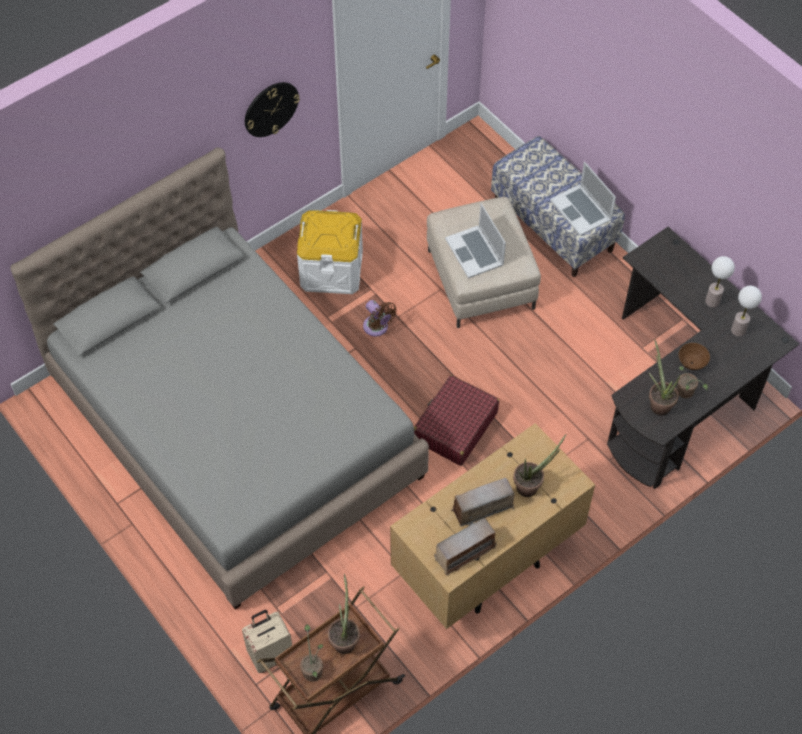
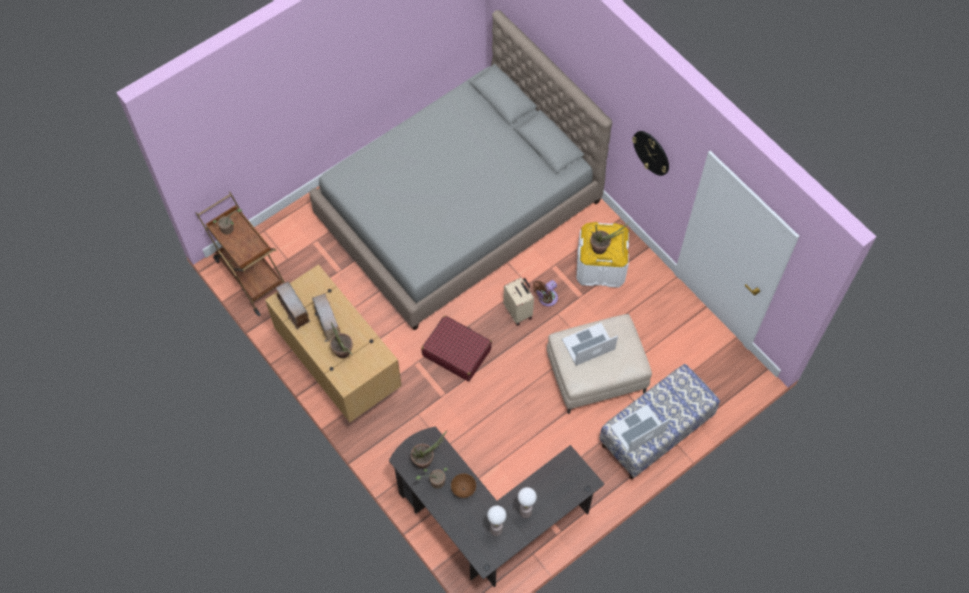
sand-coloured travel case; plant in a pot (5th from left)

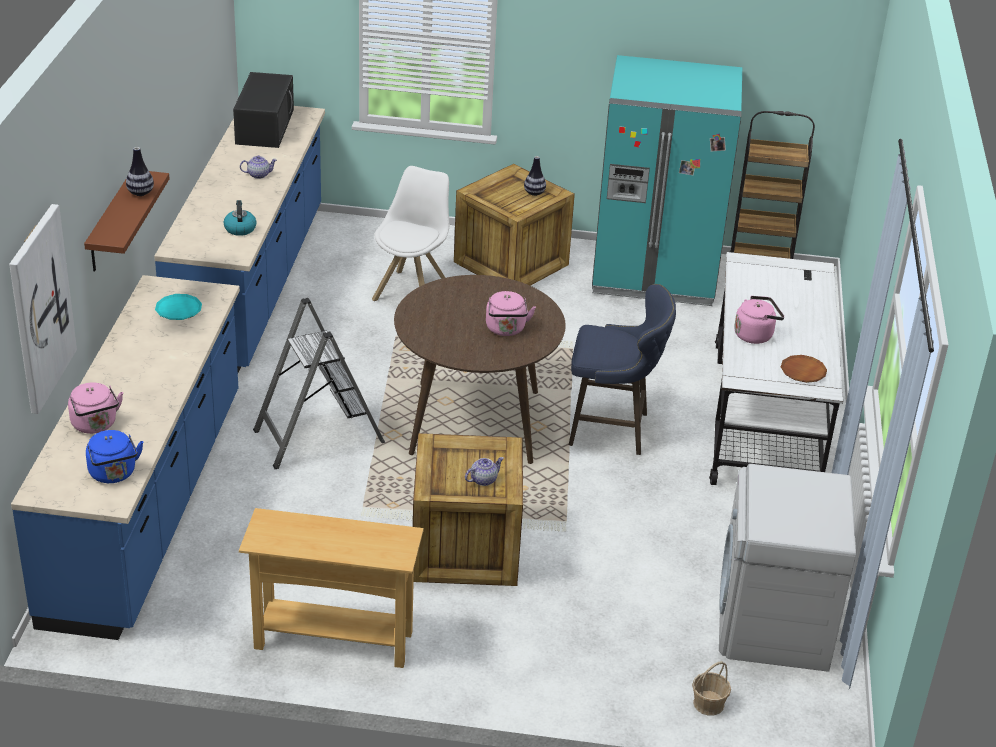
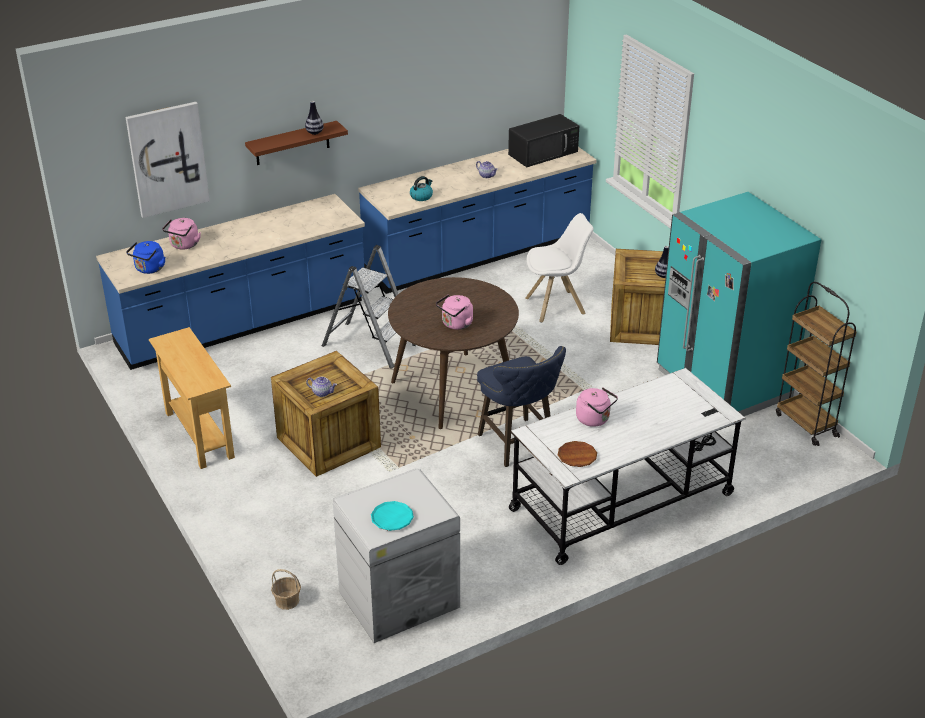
turquoise-coloured dinner plate

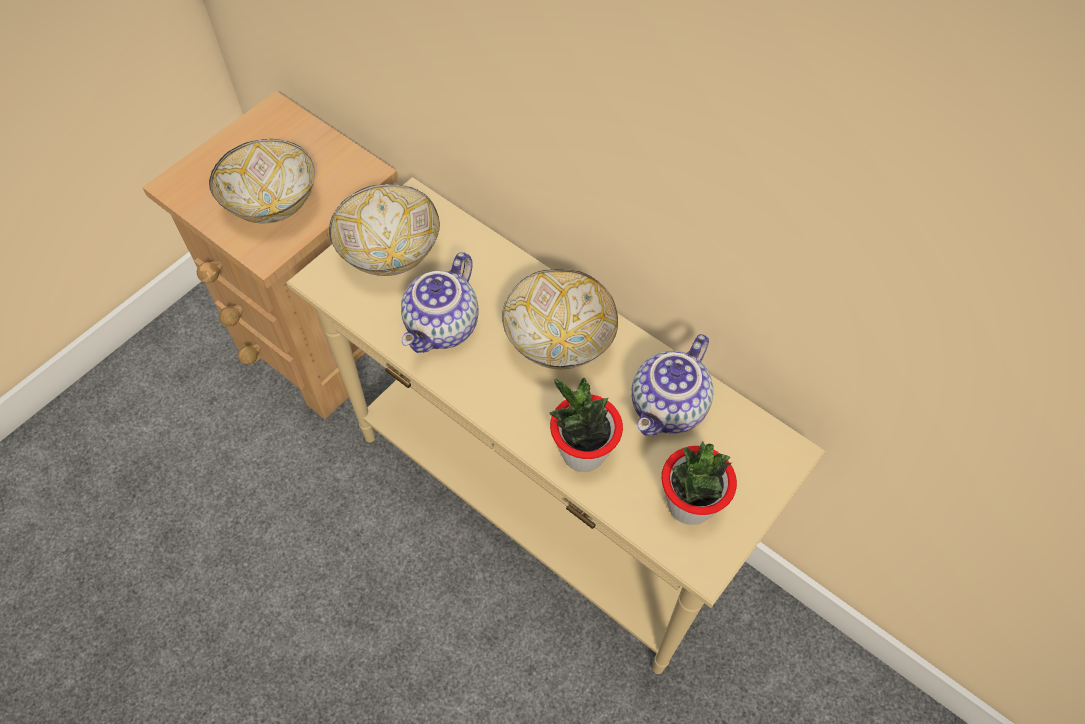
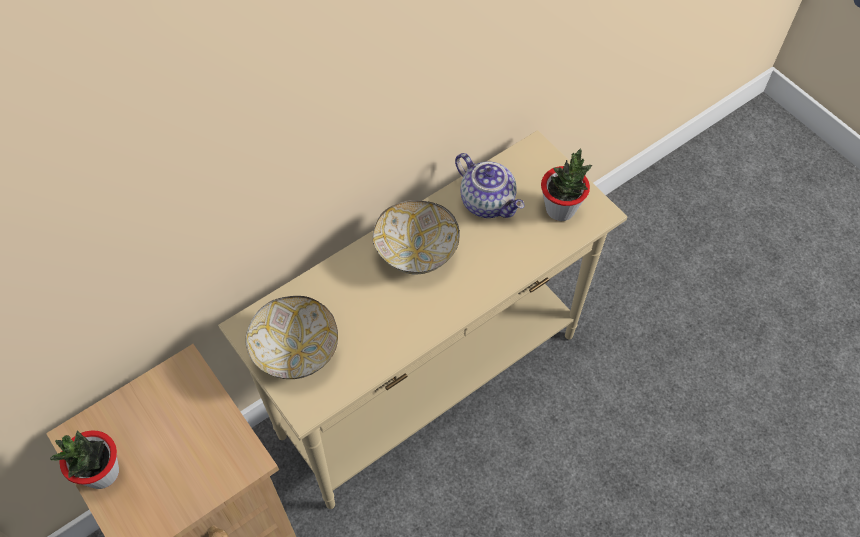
serving bowl (1st from left in the first image); tea pot (1st from left in the first image); plant in a pot (1st from left)

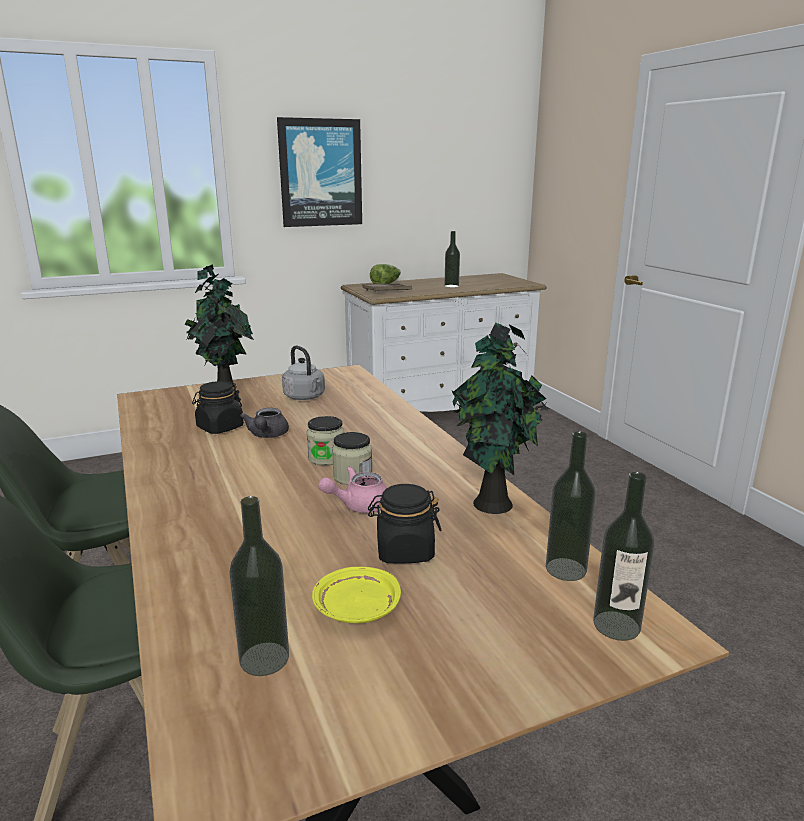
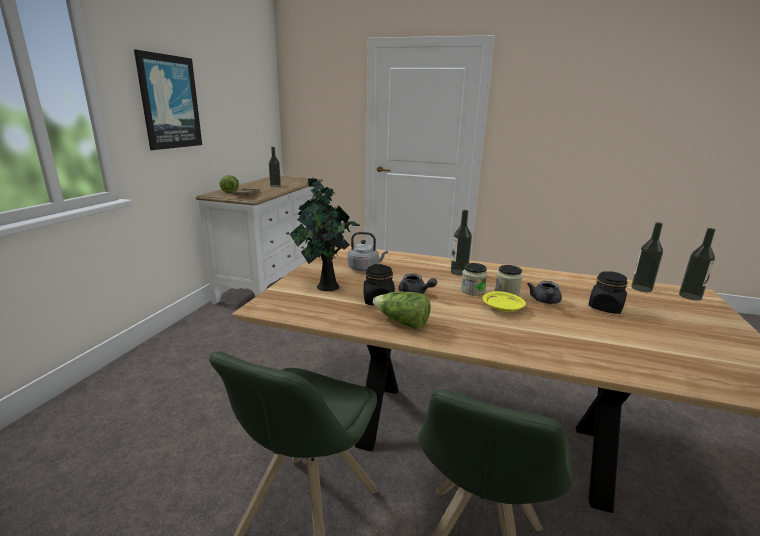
bottle (2nd from left); yellow dinner plate; gray tea pot (2nd from left); plant in a pot (2nd from left in the first image); head of lettuce (2nd from left)

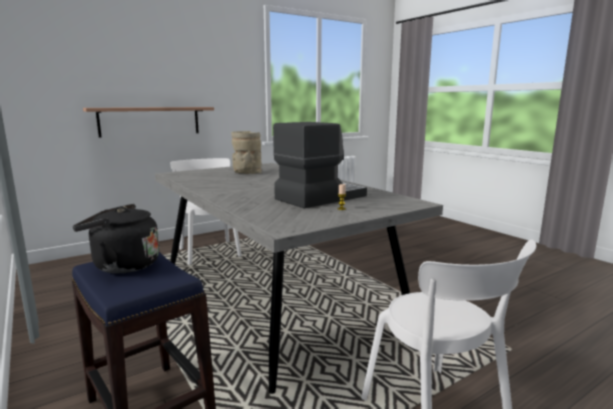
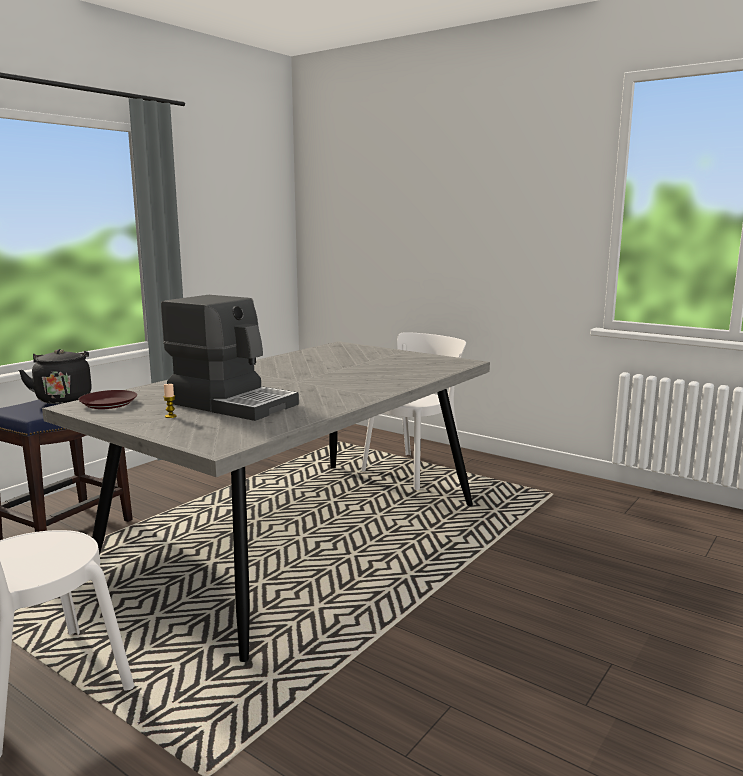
shelf; sand-coloured vase; brown-coloured dinner plate

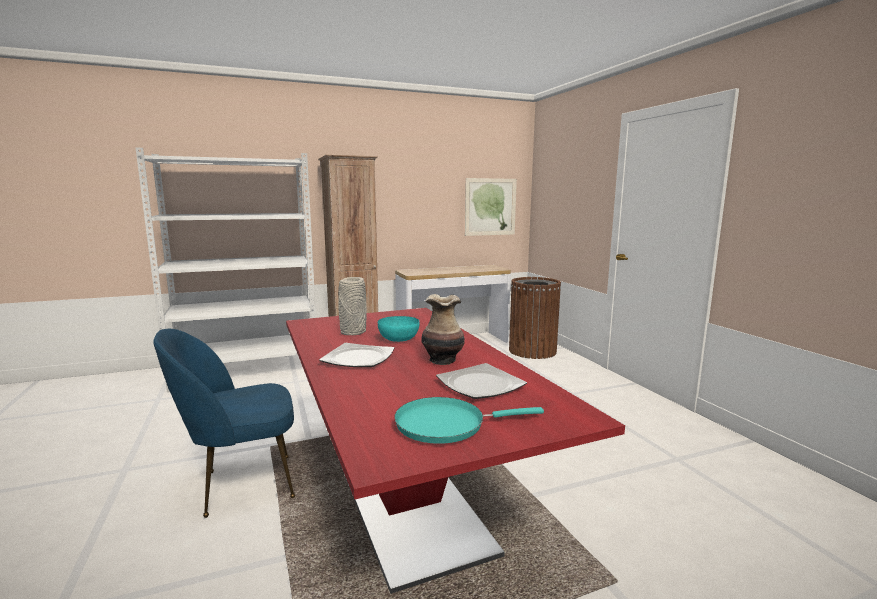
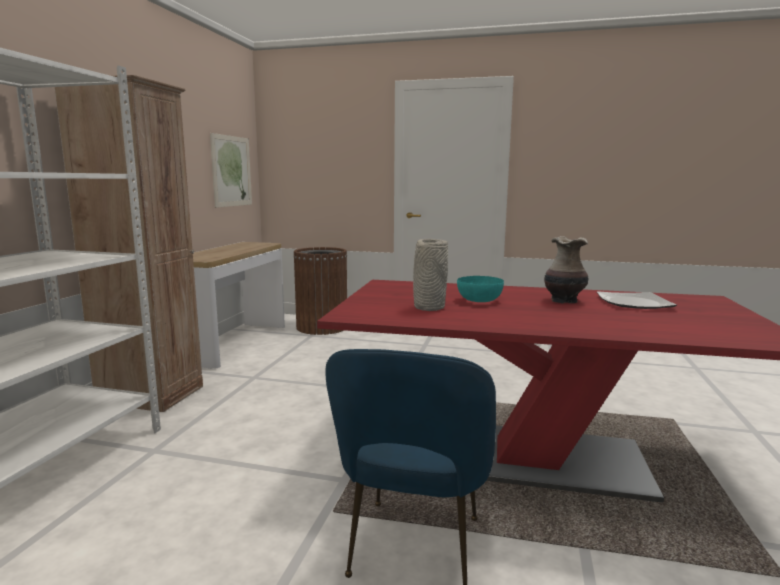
dinner plate (1st from left in the first image); turquoise-coloured skillet

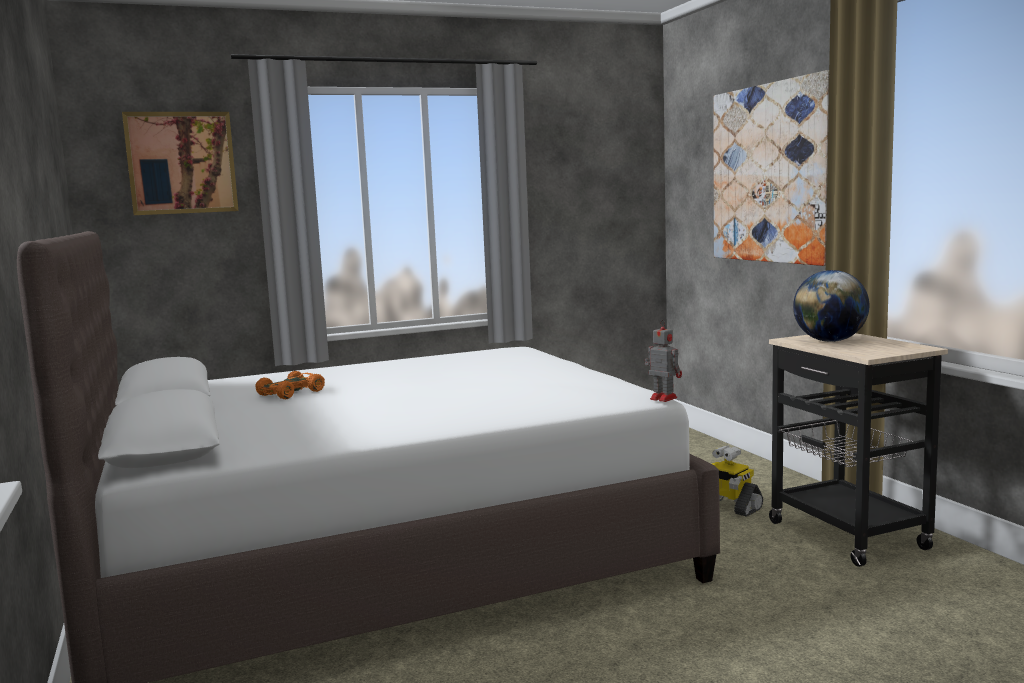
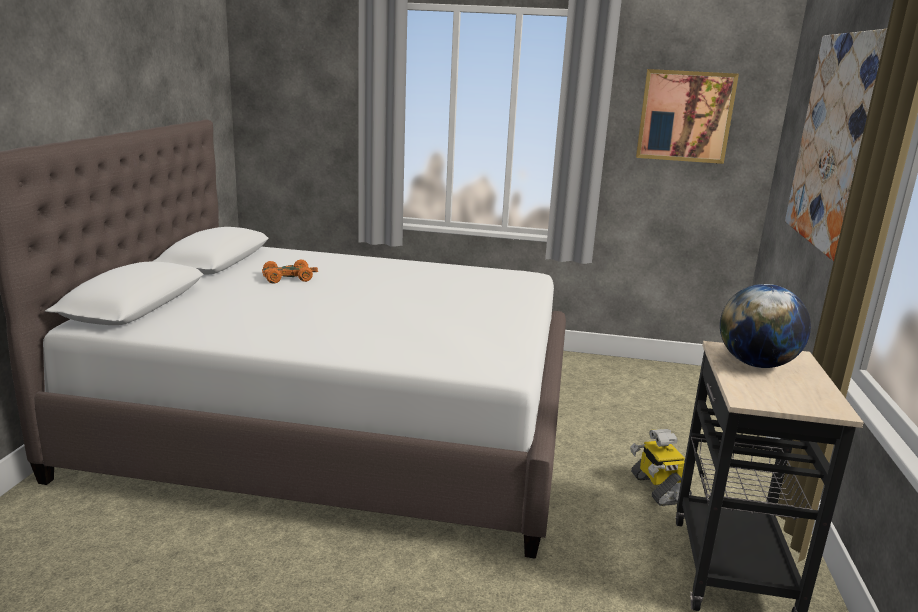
picture (1st from left); model robot (1st from left in the first image)

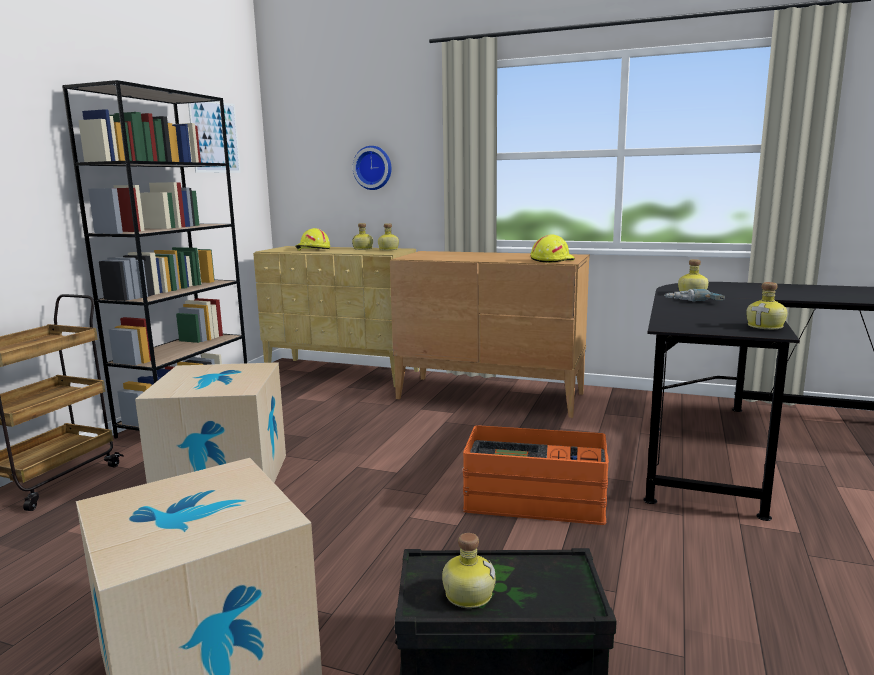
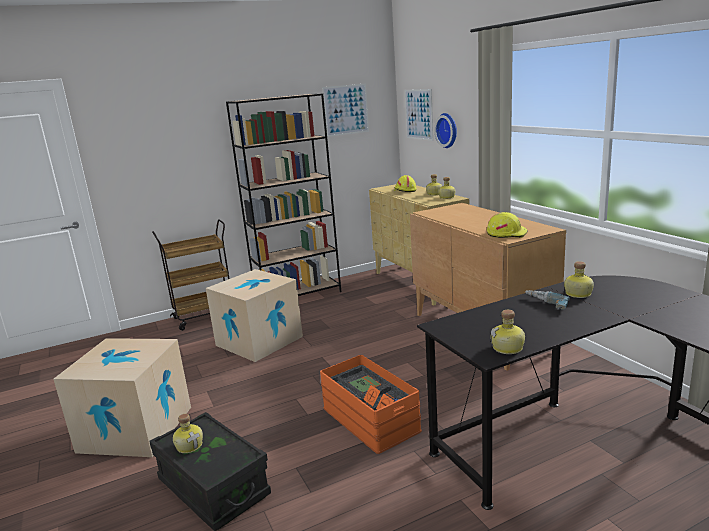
picture (2nd from left)

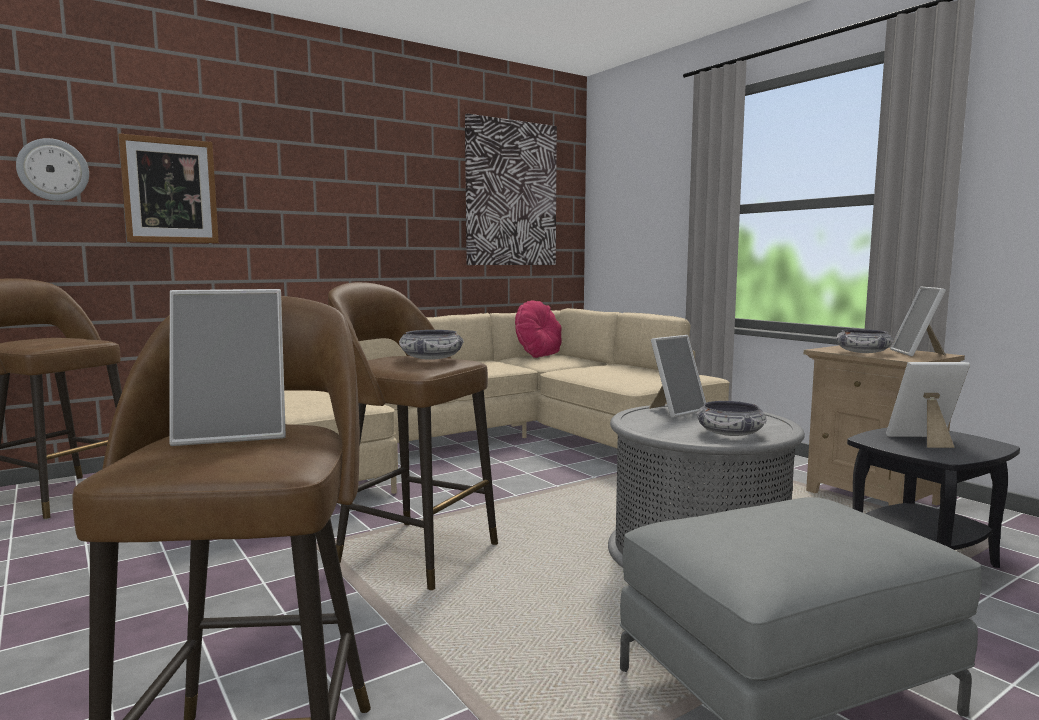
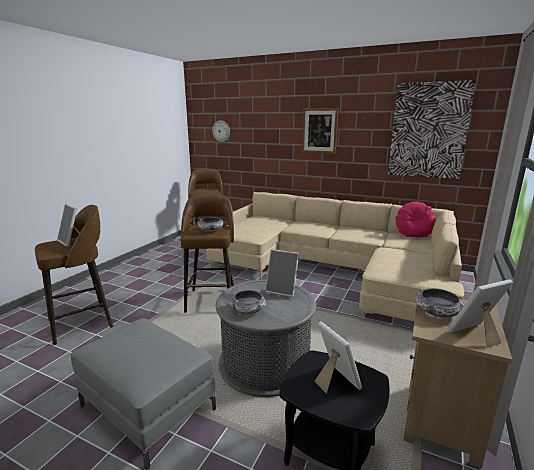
picture (1st from left)

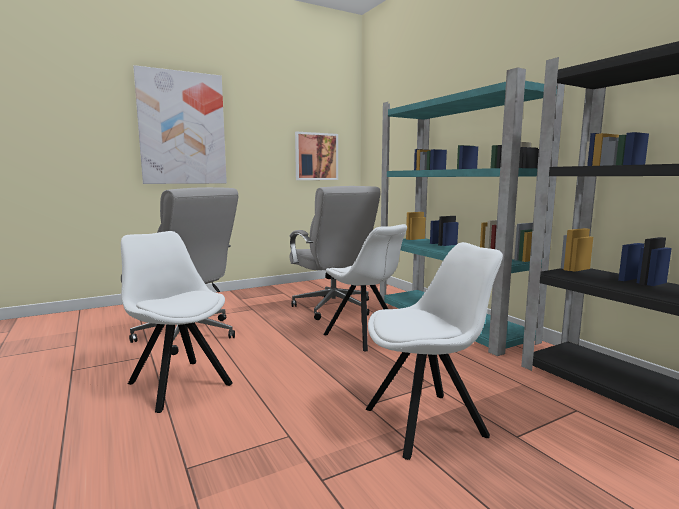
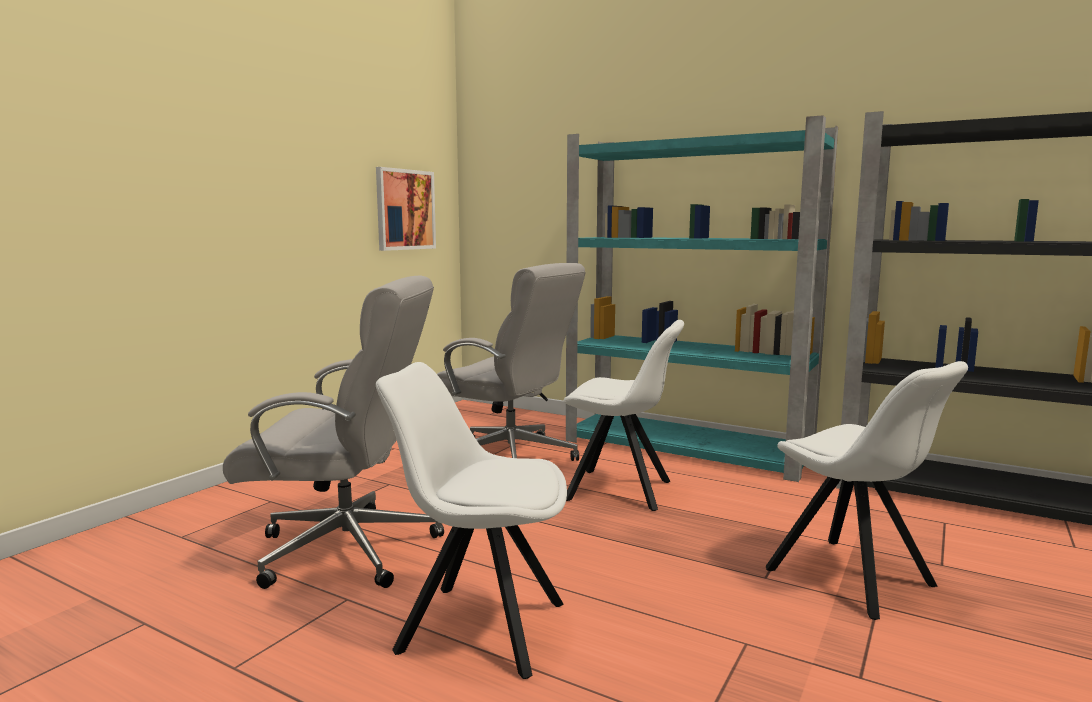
picture (1st from left in the first image); white-coloured upright chair (3rd from left)

